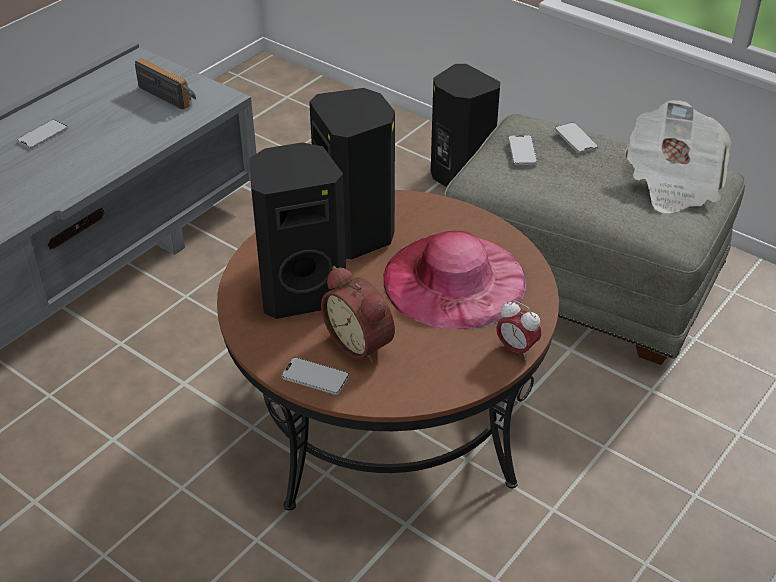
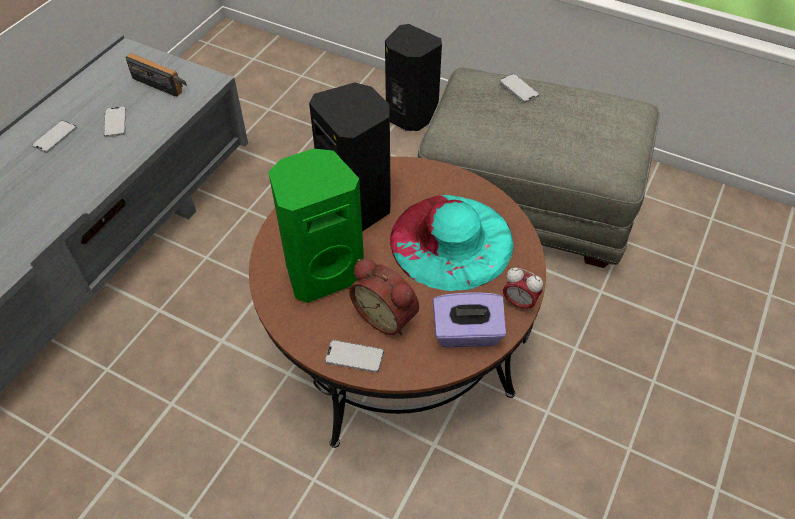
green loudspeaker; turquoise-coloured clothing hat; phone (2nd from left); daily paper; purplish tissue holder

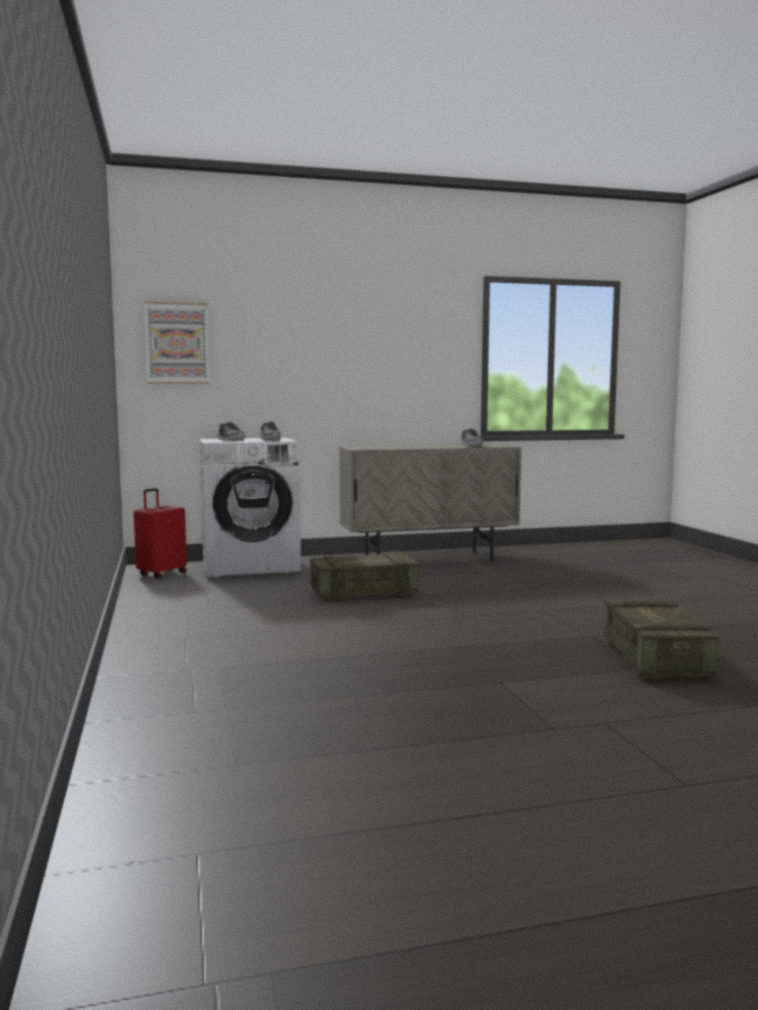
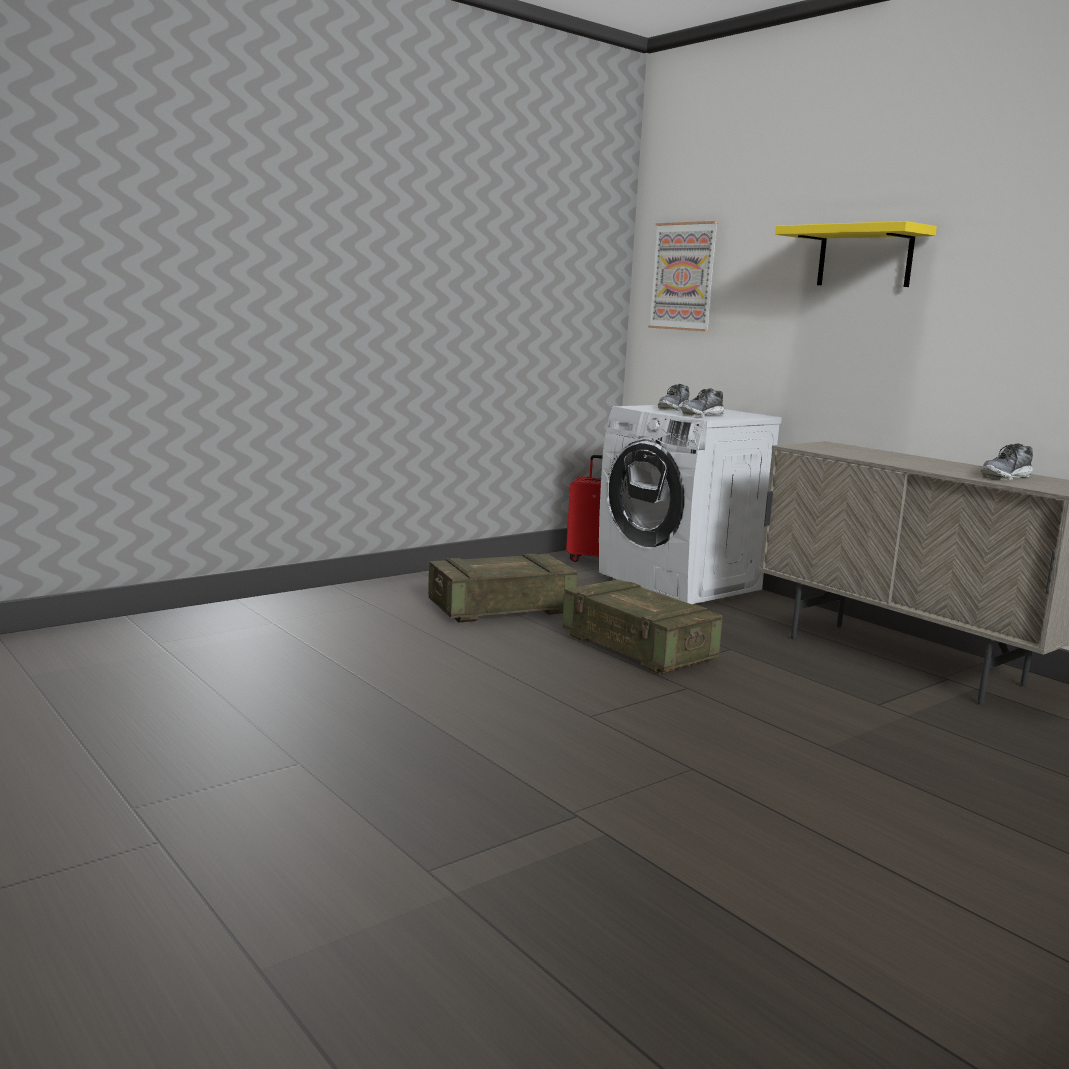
crate (1st from left); yellow shelf

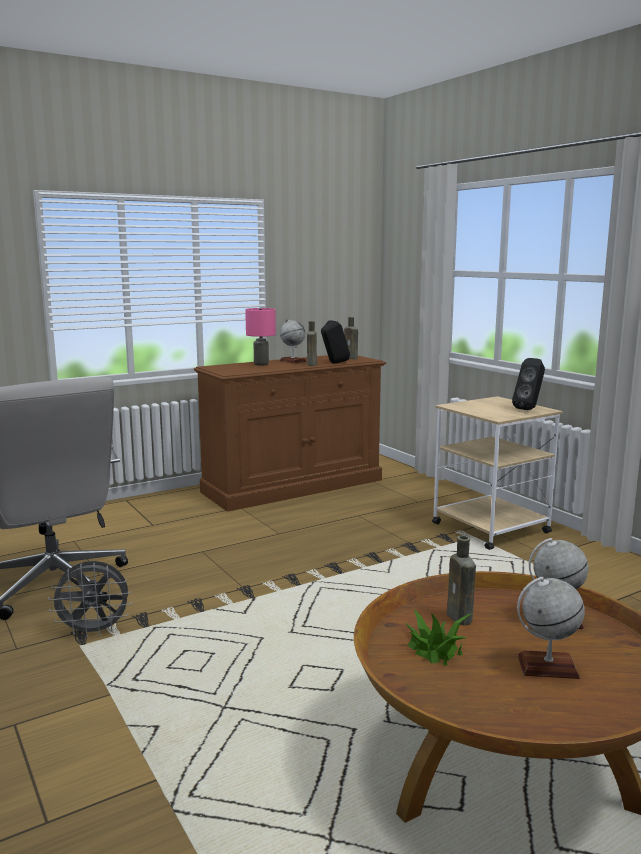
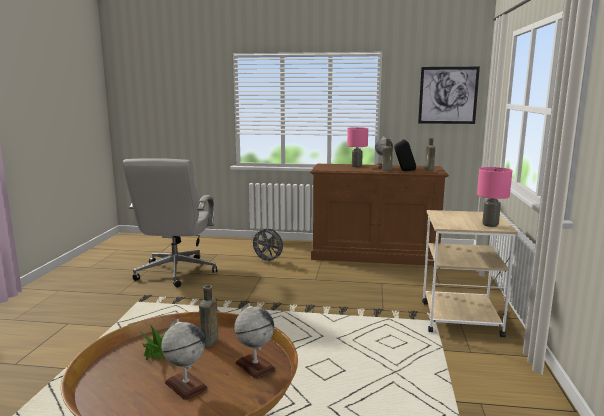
gray fan; pink lamp for a table (2nd from left); picture

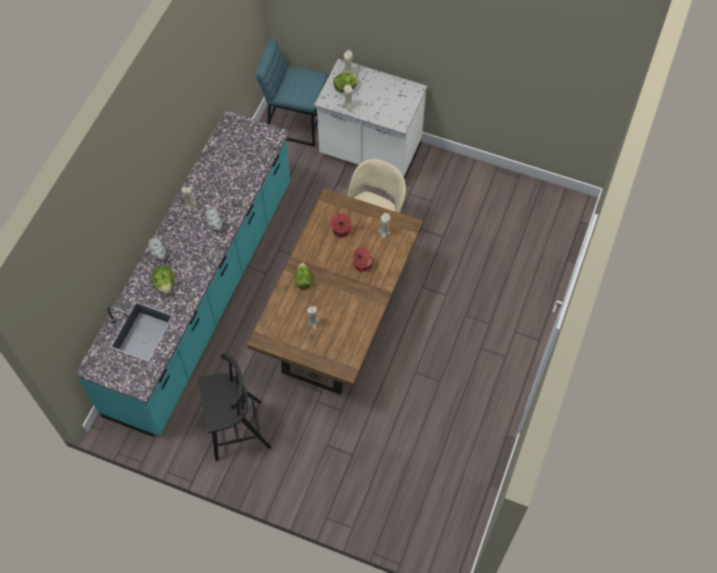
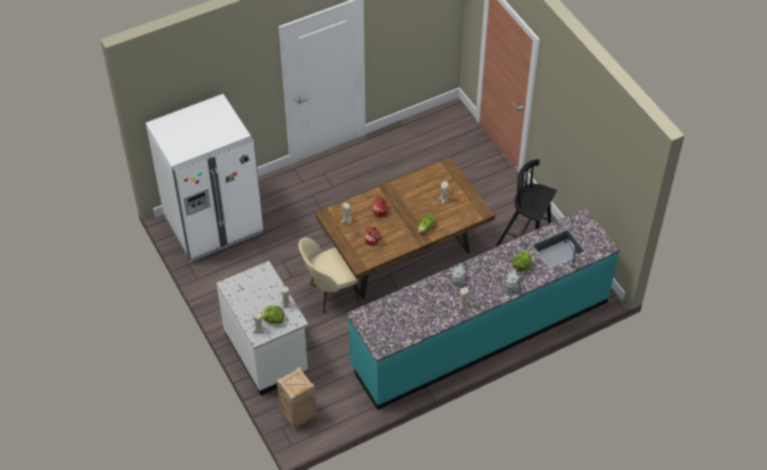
crate; white-coloured kitchen fridge

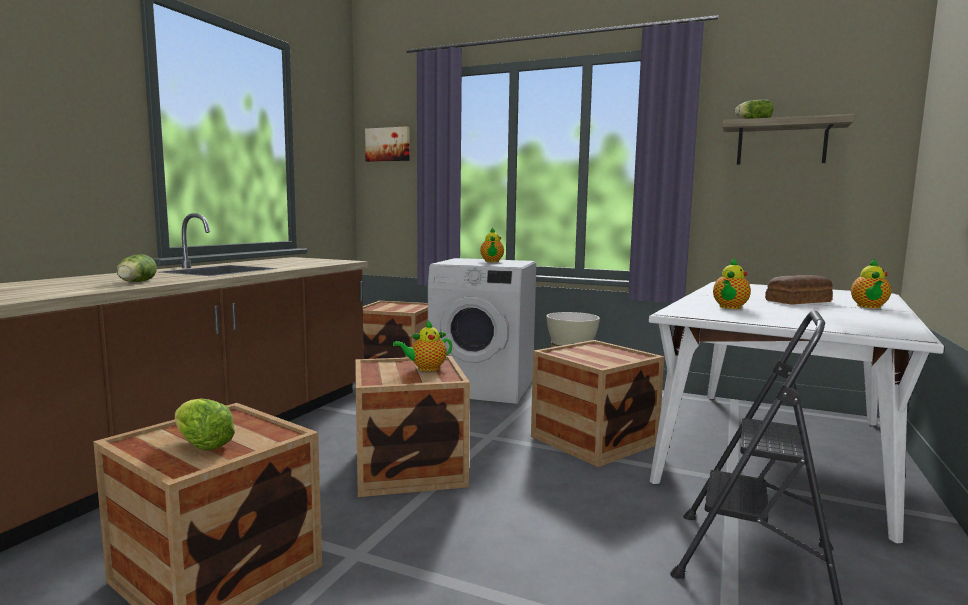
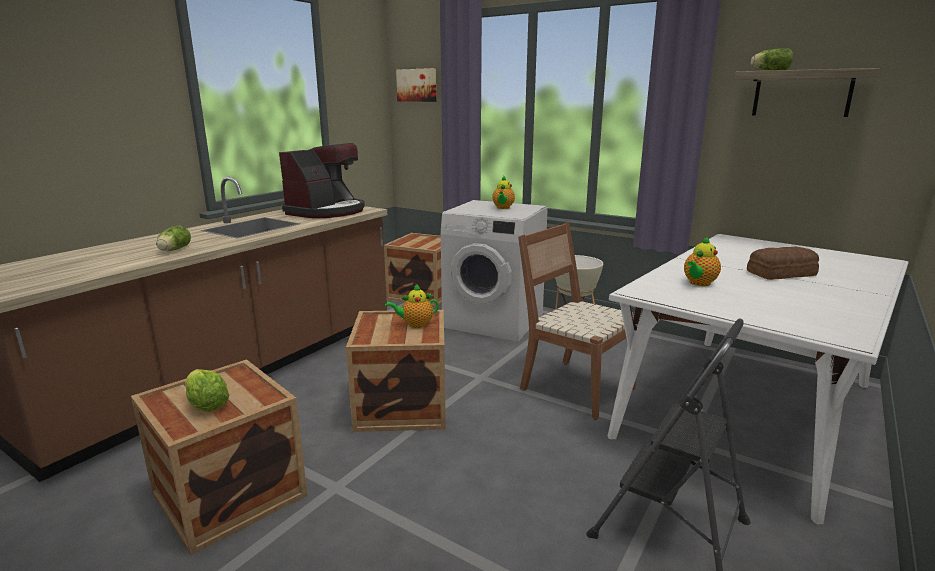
upright chair; tea pot (4th from left in the first image); coffee machine

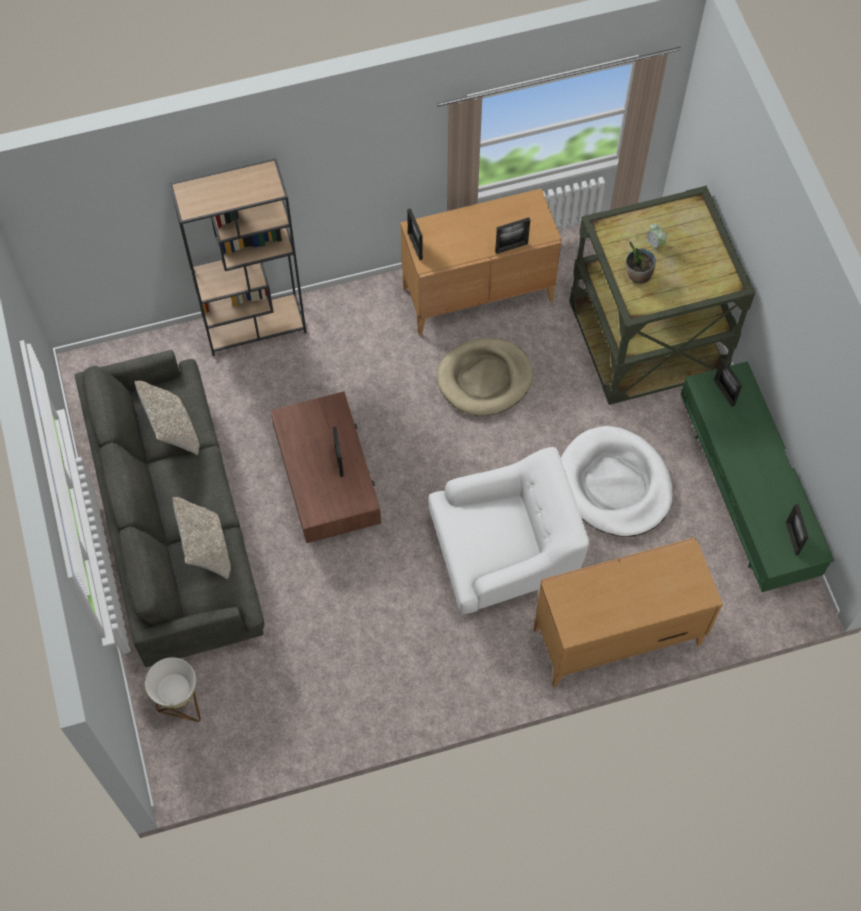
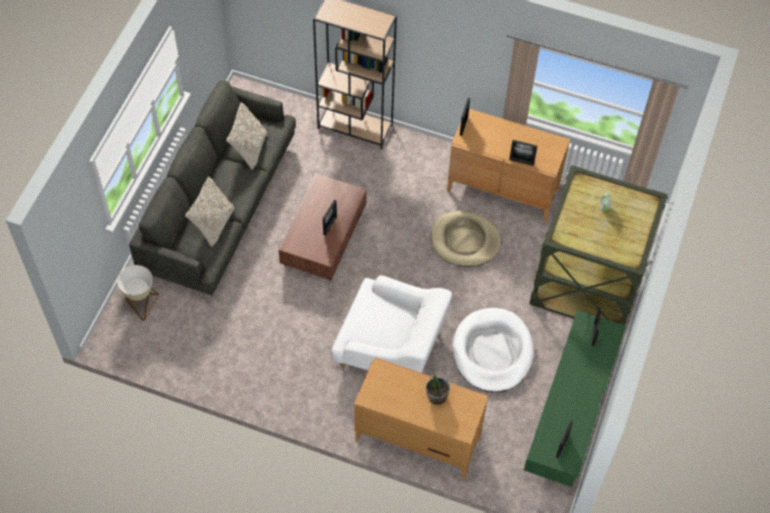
plant in a pot

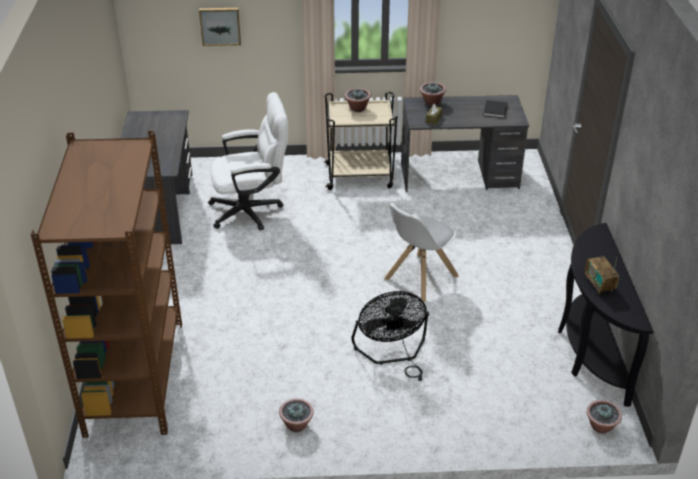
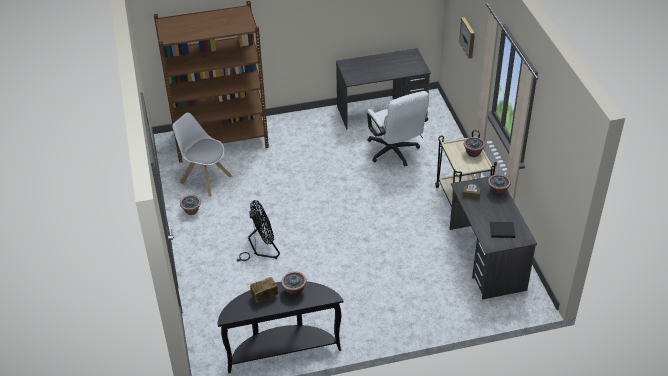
upright chair; plant in a pot (2nd from left)

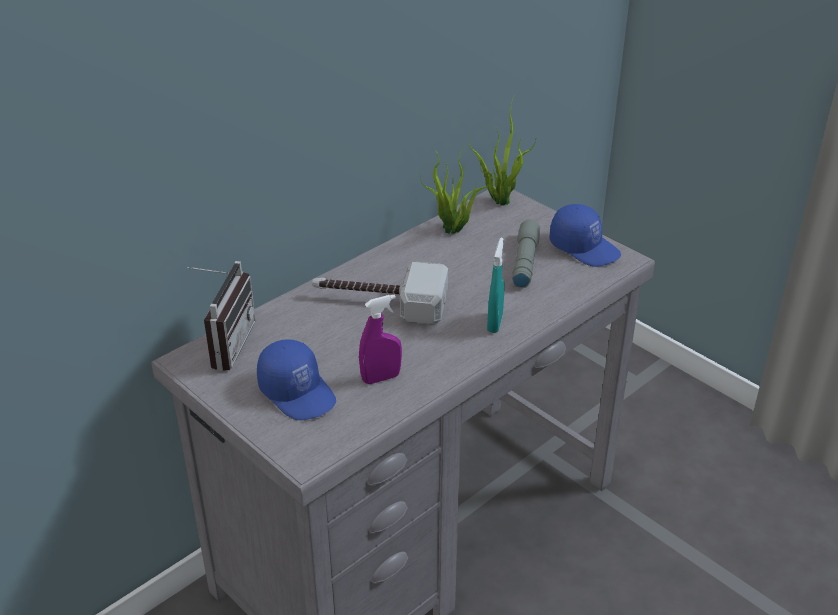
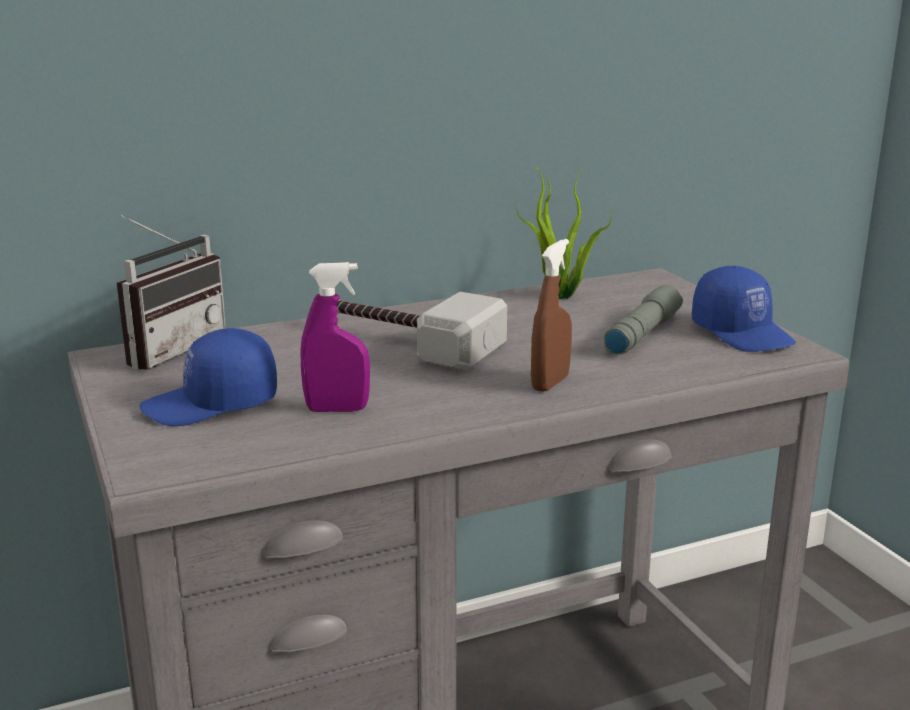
bluish peaked cap (1st from left); plant in a pot (2nd from left in the first image); brown-coloured sprayer

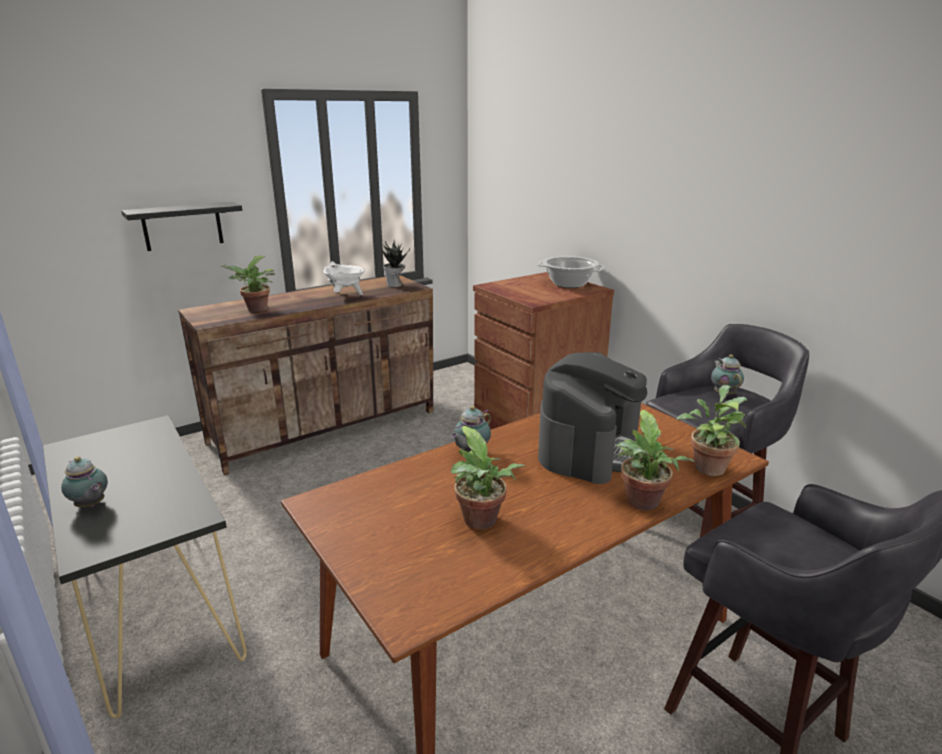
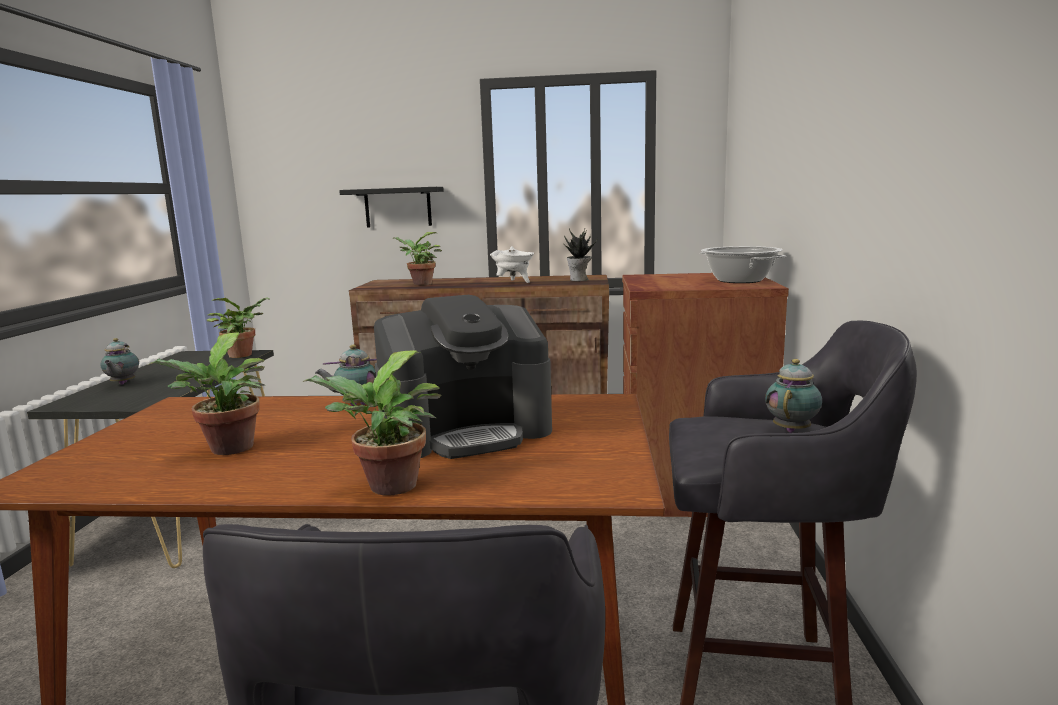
plant in a pot (2nd from left)

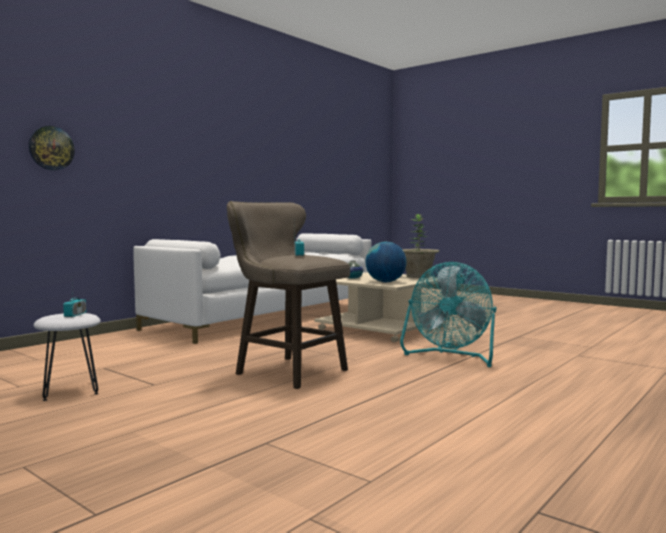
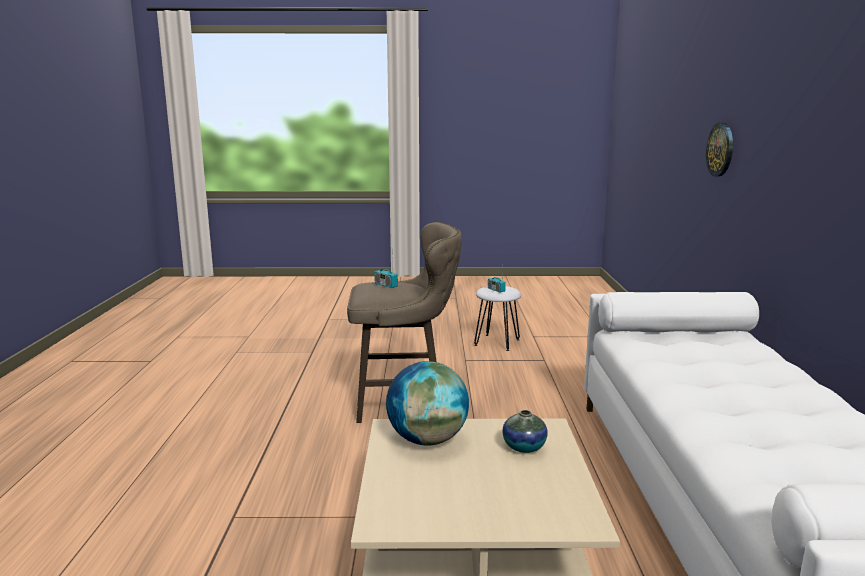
turquoise-coloured fan; plant in a pot

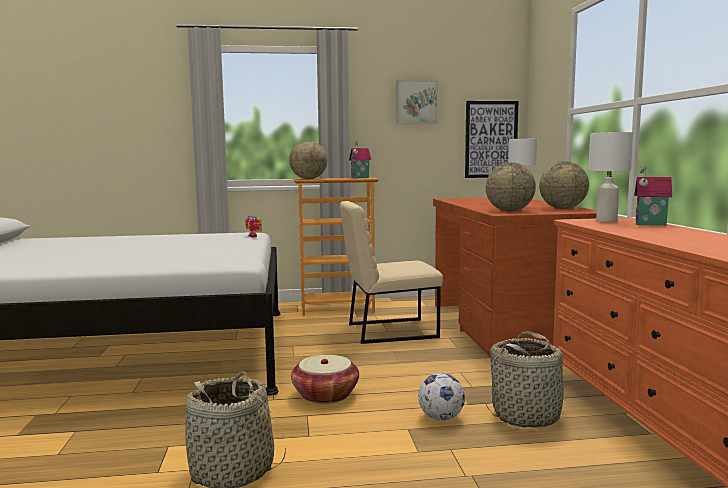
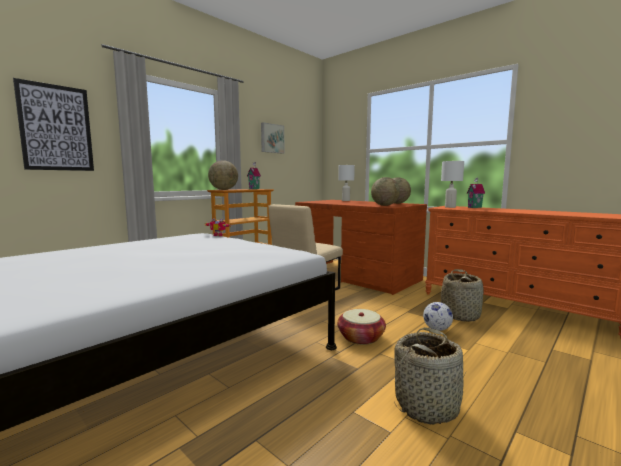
picture (1st from left)

